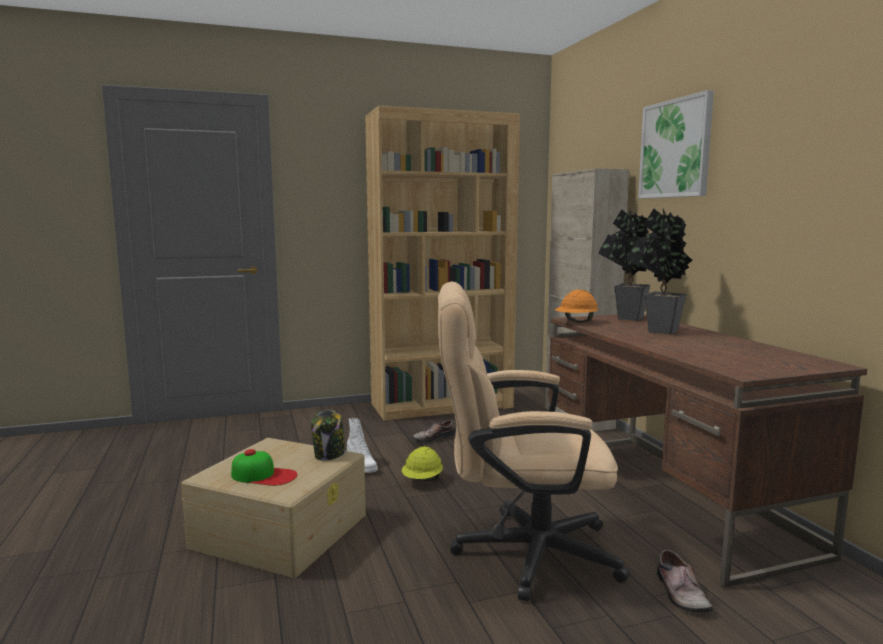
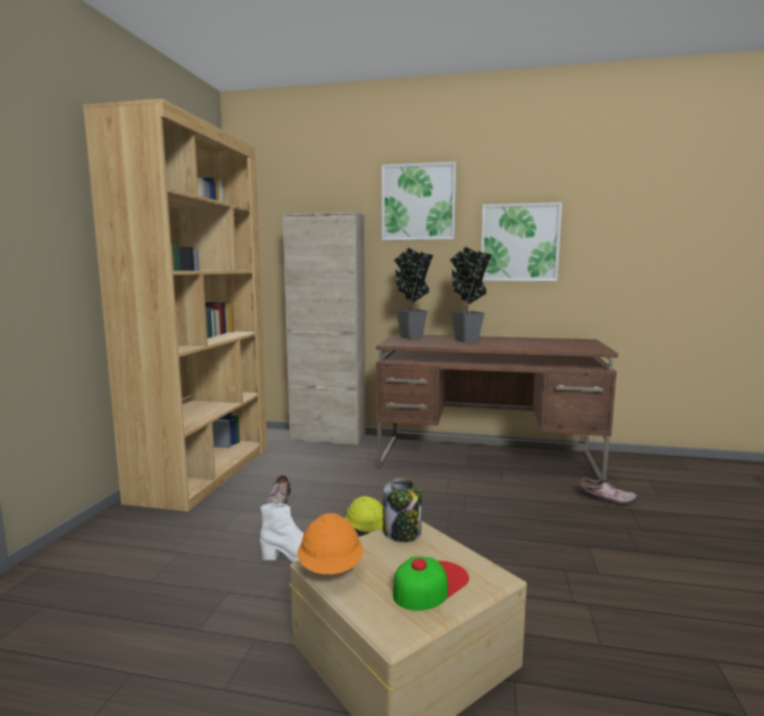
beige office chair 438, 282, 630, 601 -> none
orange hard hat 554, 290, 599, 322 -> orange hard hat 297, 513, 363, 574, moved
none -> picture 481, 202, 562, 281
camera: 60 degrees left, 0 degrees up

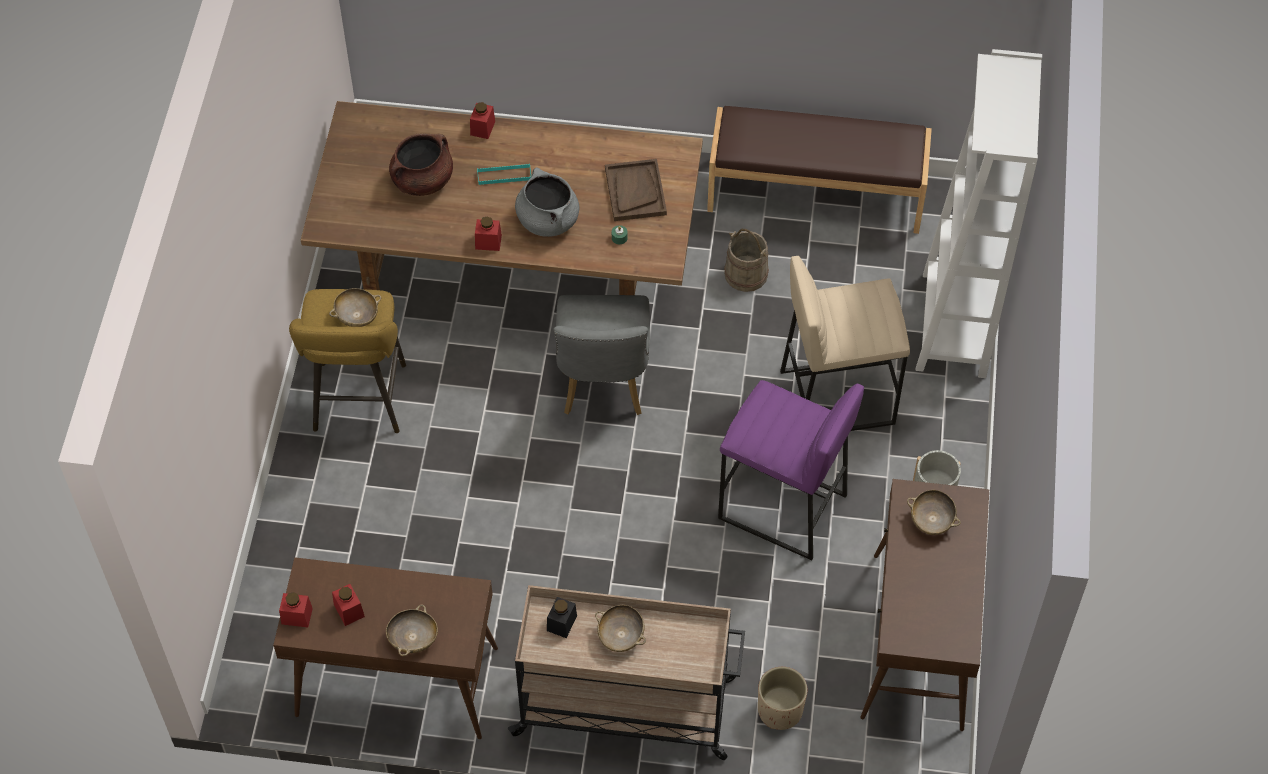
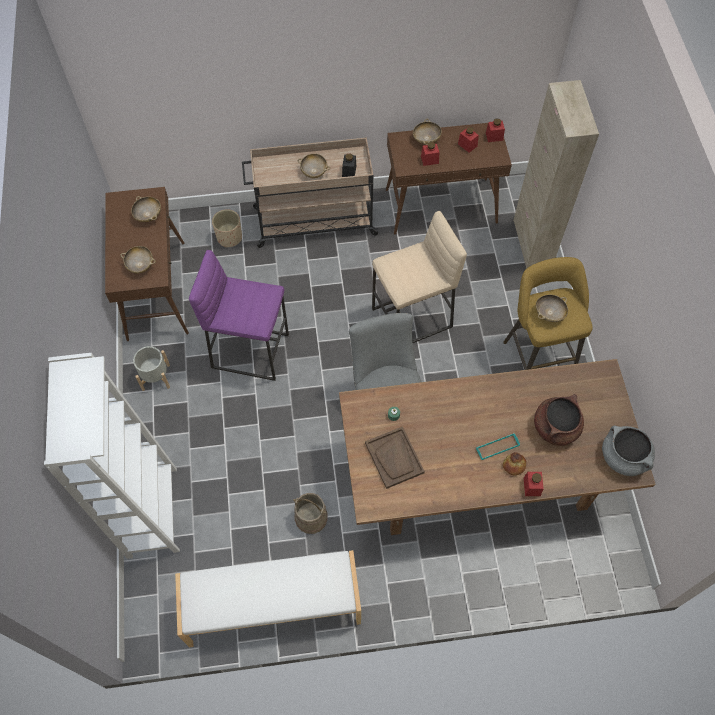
red jar 475, 216, 502, 251 -> red jar 421, 142, 439, 166, moved
grey cooking pot 515, 168, 579, 237 -> grey cooking pot 602, 425, 655, 476, moved
brown bench 707, 106, 932, 234 -> white bench 175, 550, 361, 647
beige stool 780, 256, 910, 431 -> beige stool 372, 211, 467, 343, moved
none -> beige bowl 131, 196, 161, 222
none -> bread 503, 452, 526, 476
none -> beige cabinet 513, 80, 599, 269
camera: 165 degrees right, 5 degrees up

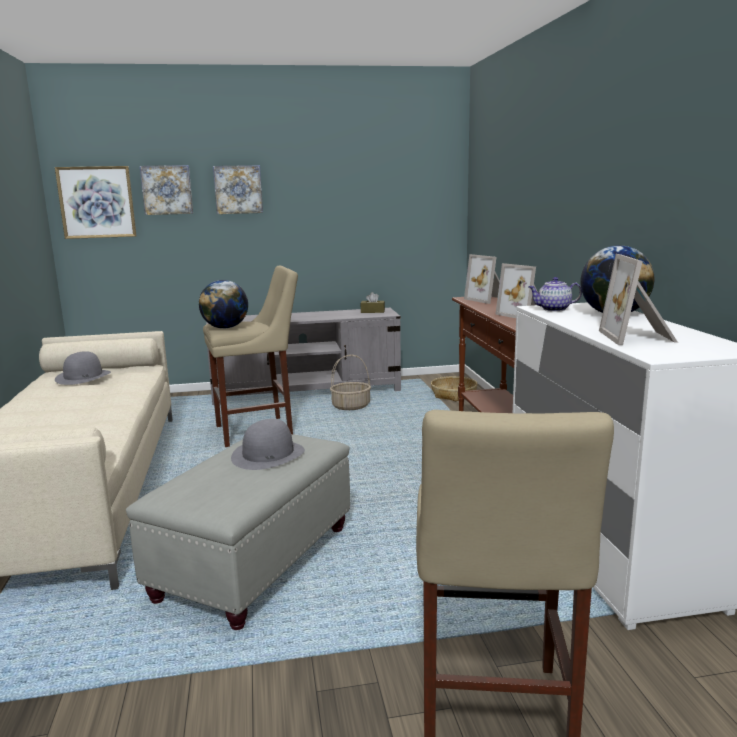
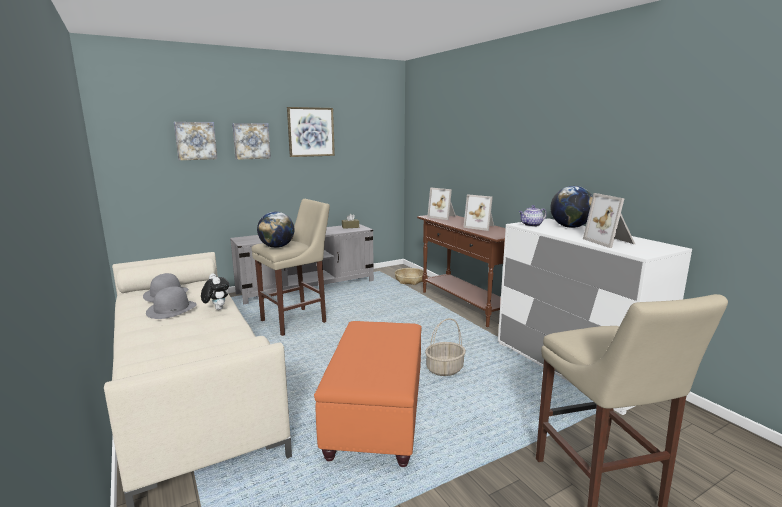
picture 55, 166, 137, 239 -> picture 287, 107, 335, 157, moved
grey ottoman 126, 434, 350, 630 -> orange ottoman 314, 321, 422, 467
grey hat 231, 419, 305, 470 -> grey hat 146, 286, 197, 319, moved
basket 330, 354, 371, 410 -> basket 425, 318, 466, 376, moved
none -> plush toy 201, 273, 229, 310
camera: 20 degrees left, 0 degrees up

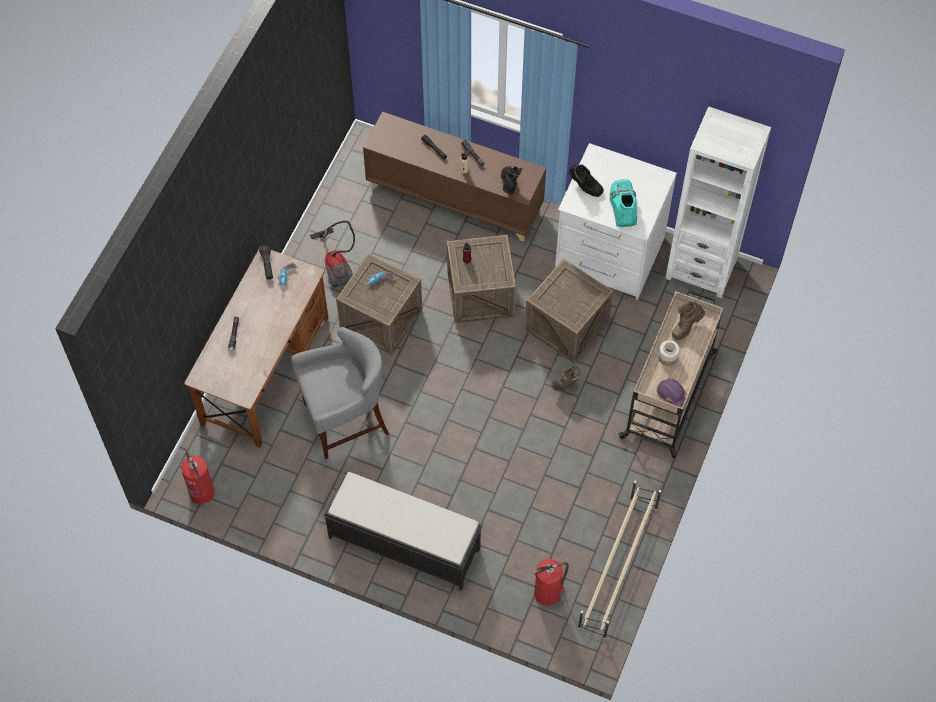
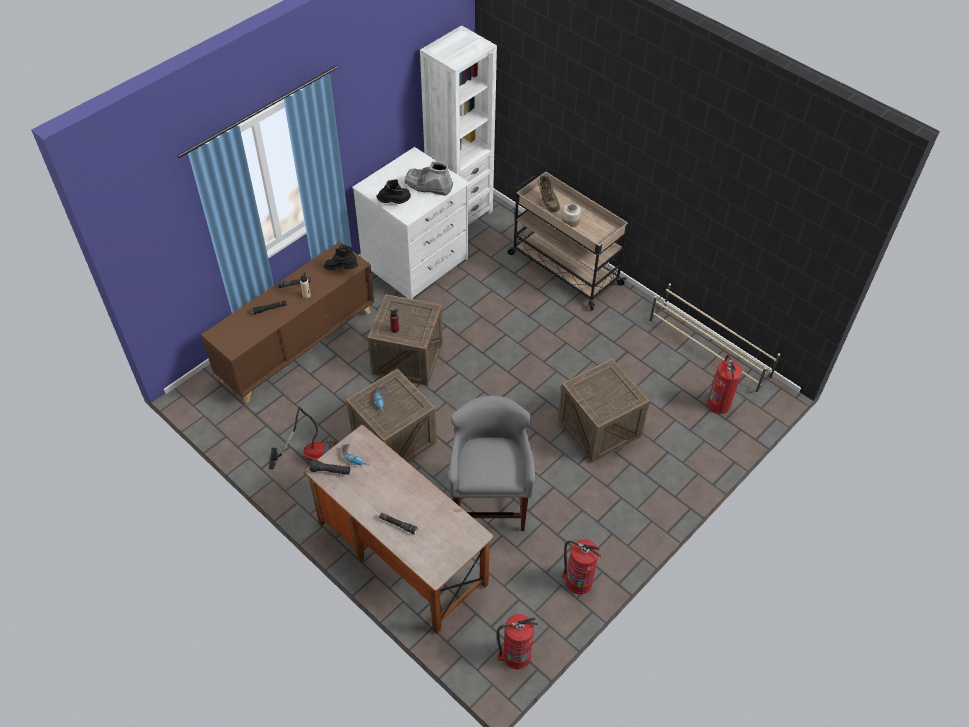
black bench 323, 472, 483, 591 -> none
crate 525, 258, 613, 363 -> crate 558, 359, 650, 463, moved
brown boot 551, 366, 580, 391 -> none
turquoise boot 609, 179, 637, 227 -> grey boot 405, 161, 453, 196
purple hard hat 657, 378, 688, 407 -> none
none -> fire extinguisher 562, 539, 601, 594
camera: 70 degrees left, 10 degrees down

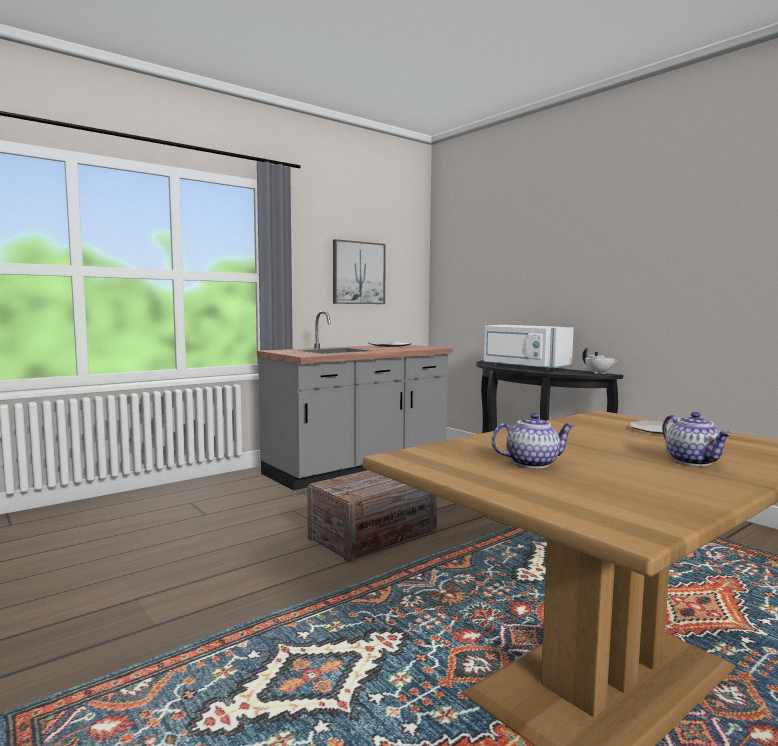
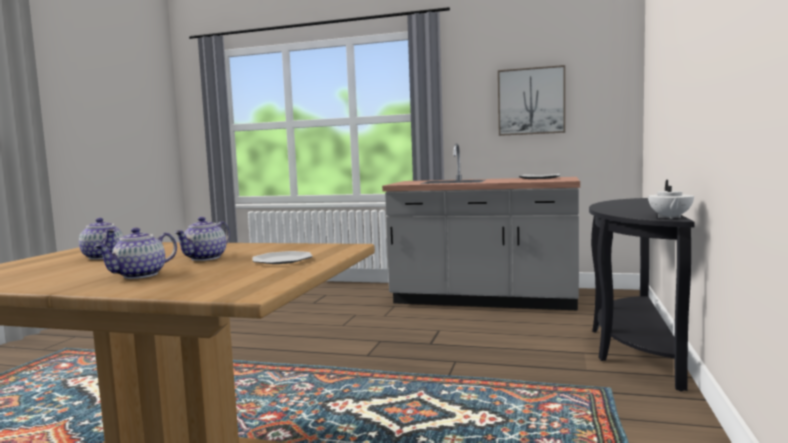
crate 307, 470, 437, 562 -> none
white microwave 484, 325, 574, 371 -> none
none -> teapot 174, 217, 230, 261
camera: 55 degrees right, 0 degrees up

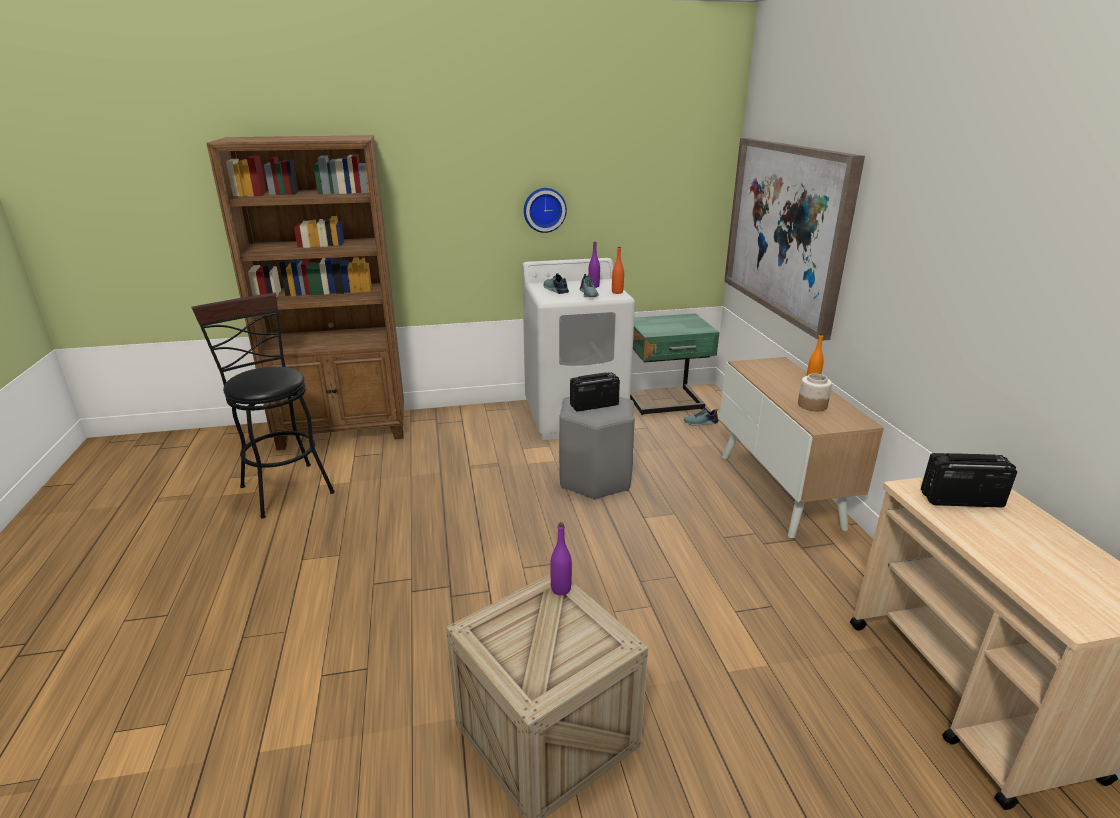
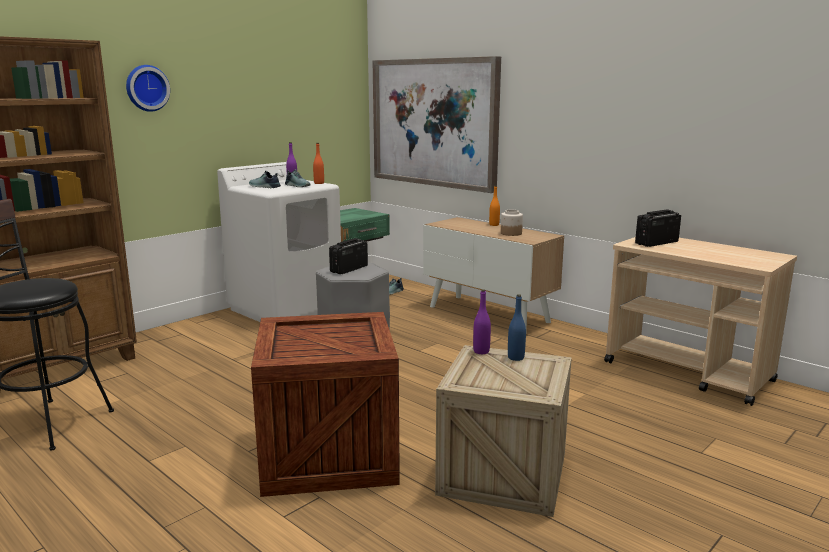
wall clock 524, 188, 567, 233 -> wall clock 126, 65, 170, 112, moved
none -> crate 251, 312, 400, 497
none -> blue bottle 508, 294, 526, 361
camera: 35 degrees left, 10 degrees down

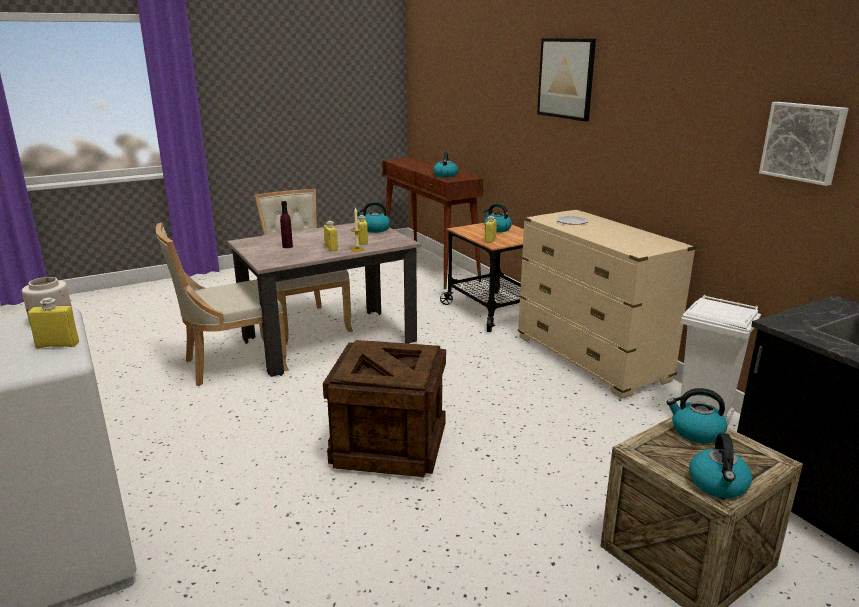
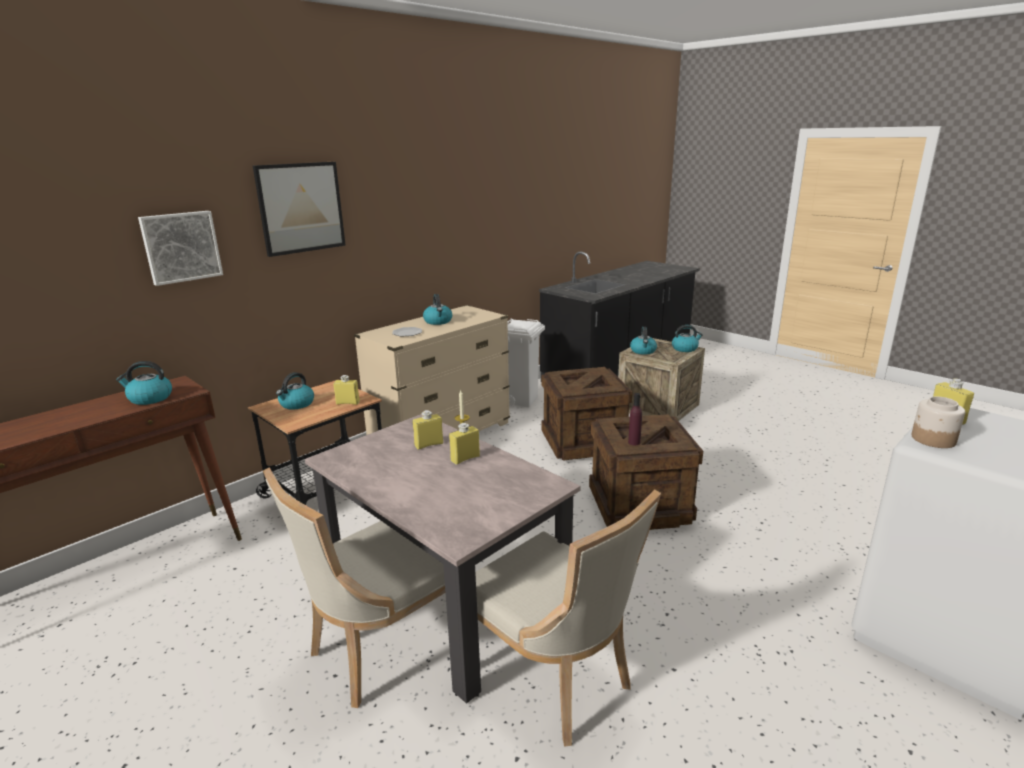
purple bottle 280, 201, 293, 248 -> purple bottle 628, 393, 642, 445, moved
kettle 357, 202, 390, 233 -> kettle 423, 294, 452, 325, moved
picture 759, 102, 849, 186 -> picture 138, 211, 223, 286, moved
none -> crate 541, 367, 633, 461
camera: 105 degrees left, 0 degrees up

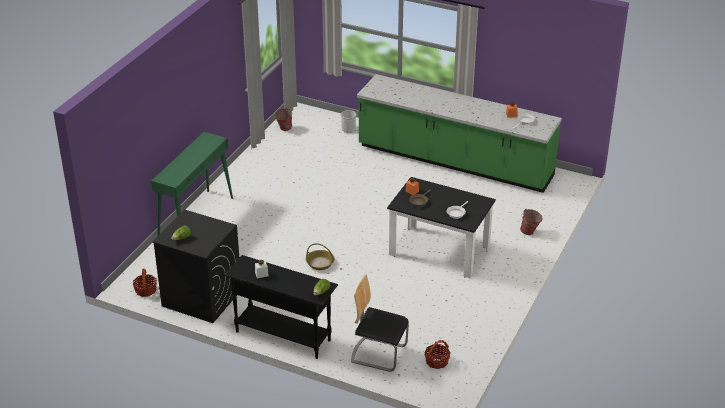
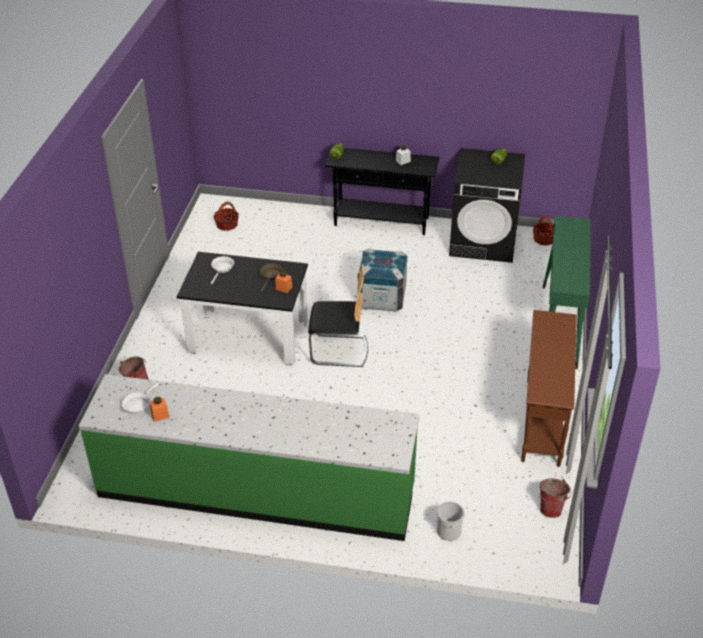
basket 306, 243, 335, 270 -> crate 358, 249, 407, 312
chair 351, 274, 409, 372 -> chair 309, 264, 368, 367, moved
none -> brown console table 521, 310, 577, 467
camera: 165 degrees right, 5 degrees up

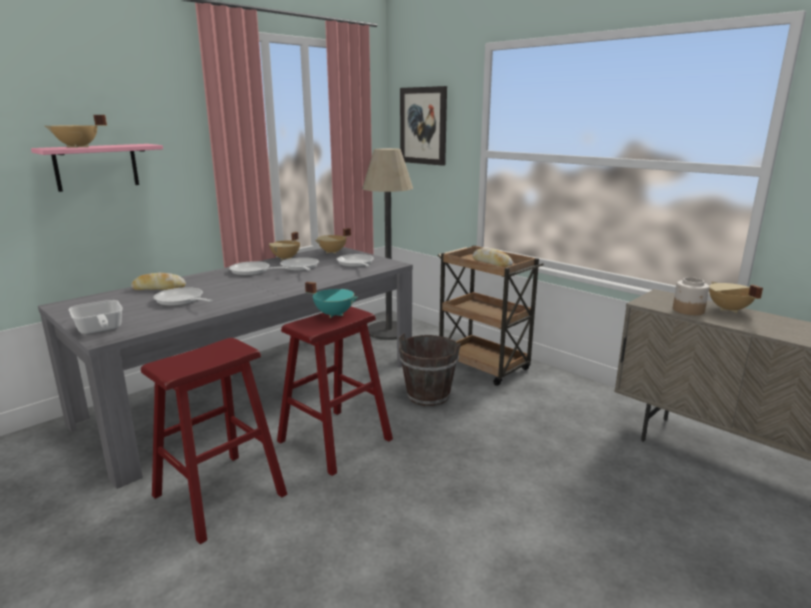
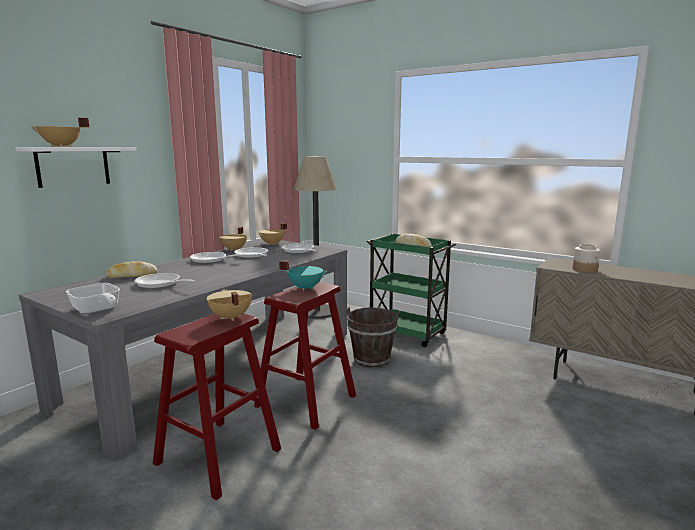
pink shelf 31, 144, 163, 192 -> white shelf 15, 147, 137, 188
picture 400, 86, 447, 166 -> none
brown cart 437, 245, 544, 386 -> green cart 367, 233, 456, 347
beige cooking pot 709, 282, 763, 313 -> beige cooking pot 207, 289, 252, 321, moved
camera: 10 degrees left, 5 degrees down

